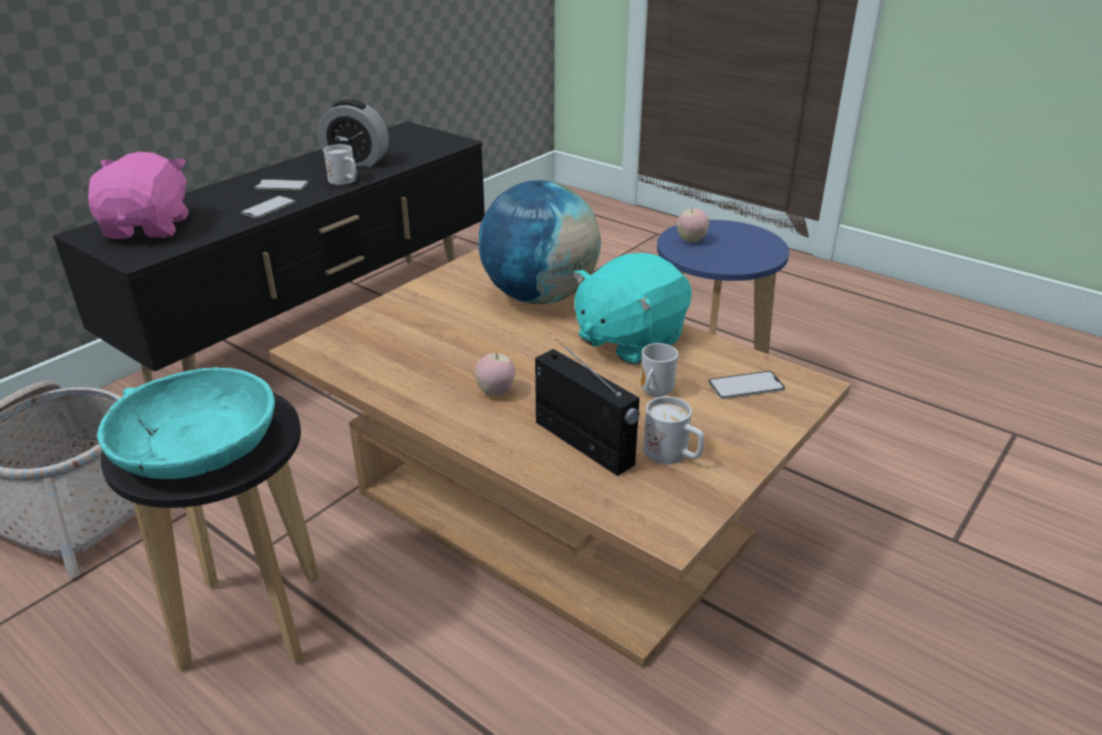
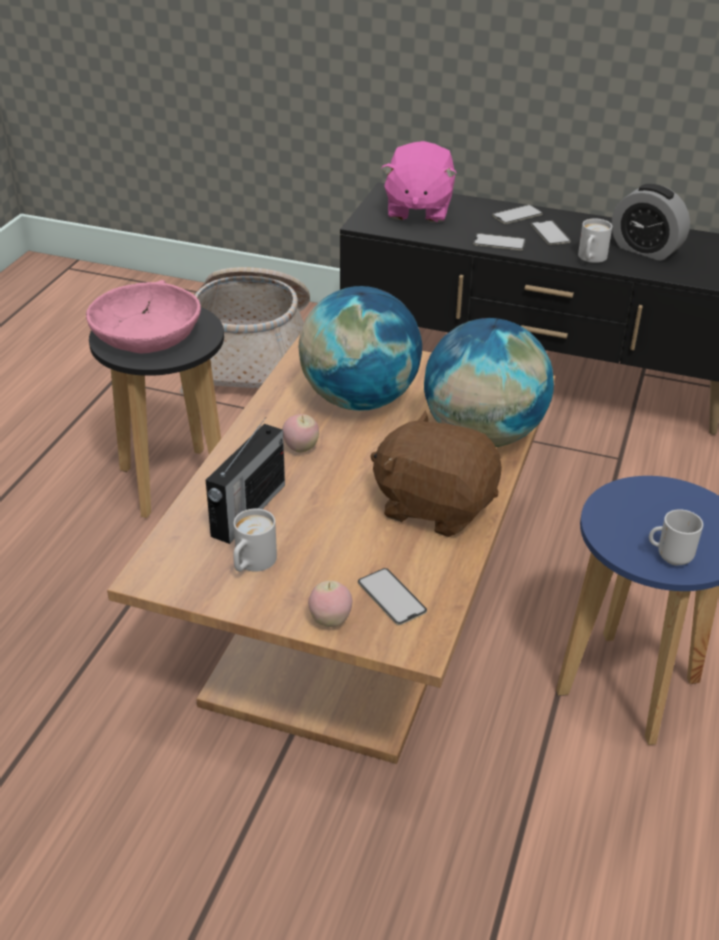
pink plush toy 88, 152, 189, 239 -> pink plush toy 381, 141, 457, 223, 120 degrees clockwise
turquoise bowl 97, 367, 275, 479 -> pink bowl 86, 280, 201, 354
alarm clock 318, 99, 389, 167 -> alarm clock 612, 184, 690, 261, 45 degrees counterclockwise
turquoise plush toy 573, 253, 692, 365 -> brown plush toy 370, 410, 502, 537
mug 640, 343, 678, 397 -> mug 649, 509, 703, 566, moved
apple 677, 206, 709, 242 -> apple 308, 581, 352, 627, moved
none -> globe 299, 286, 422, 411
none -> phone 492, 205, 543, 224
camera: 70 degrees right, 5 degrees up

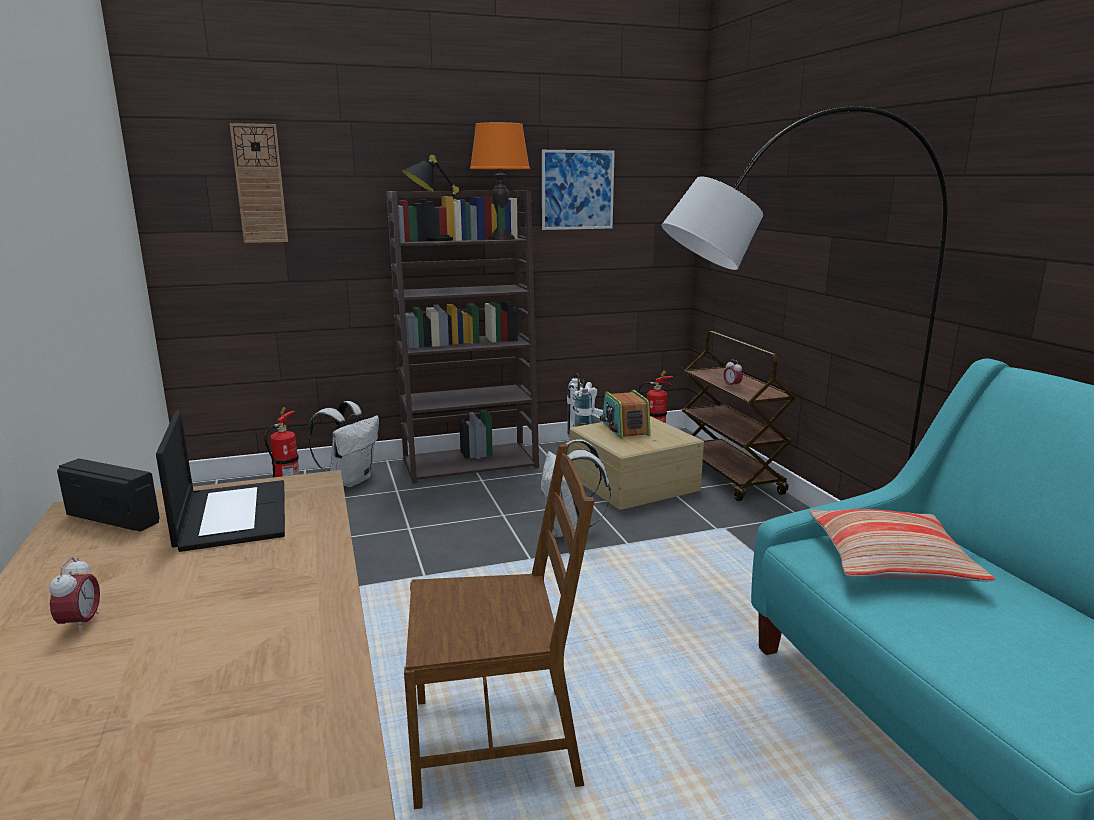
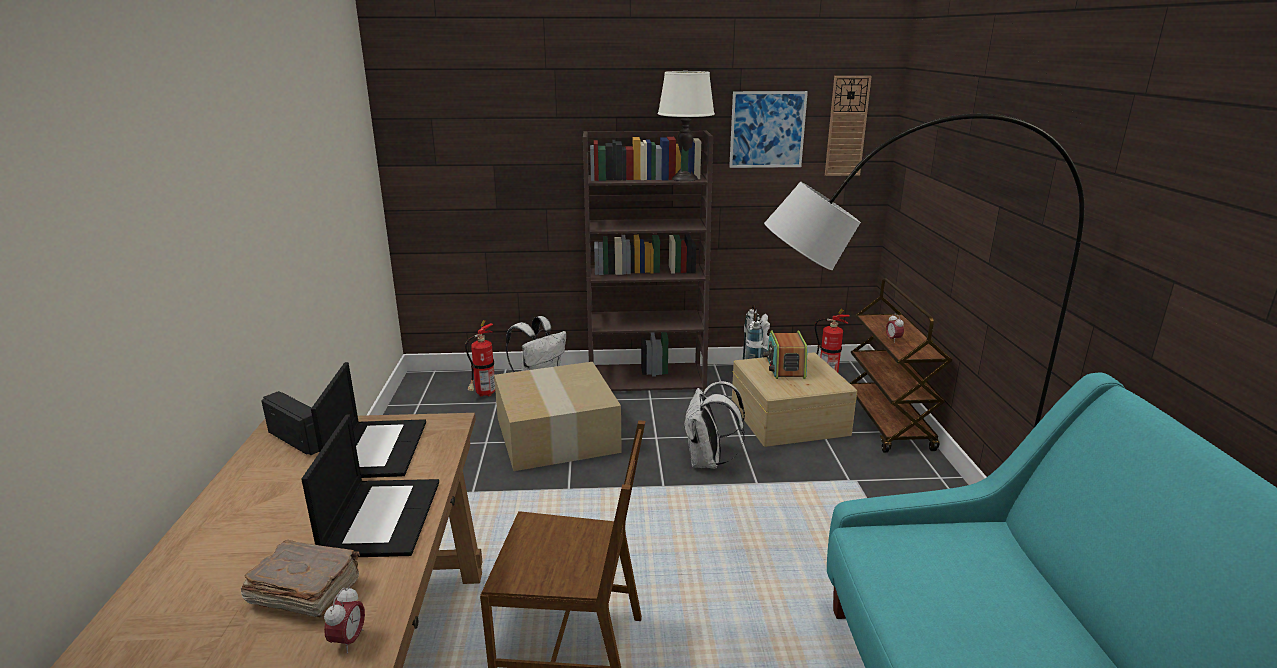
alarm clock 49, 557, 100, 634 -> alarm clock 324, 586, 365, 654, moved
wall clock 230, 123, 288, 243 -> wall clock 825, 76, 871, 176, moved
black table lamp 402, 155, 459, 241 -> none
orange table lamp 470, 122, 530, 240 -> white table lamp 658, 71, 715, 181
pillow 809, 509, 995, 581 -> none
none -> brown book 241, 540, 360, 617
none -> laptop 301, 414, 439, 557
none -> cardboard box 494, 362, 622, 471
camera: 15 degrees right, 5 degrees up

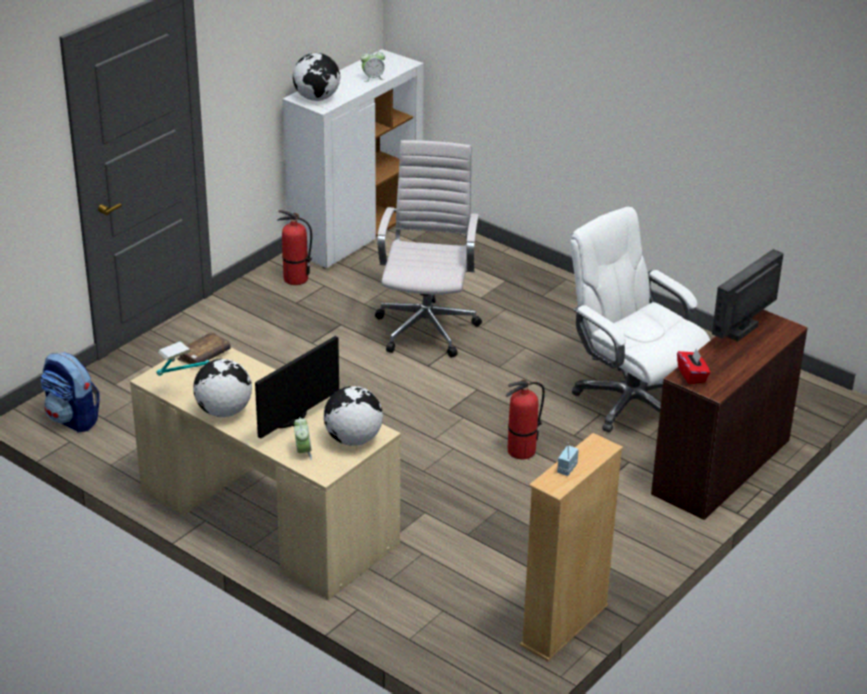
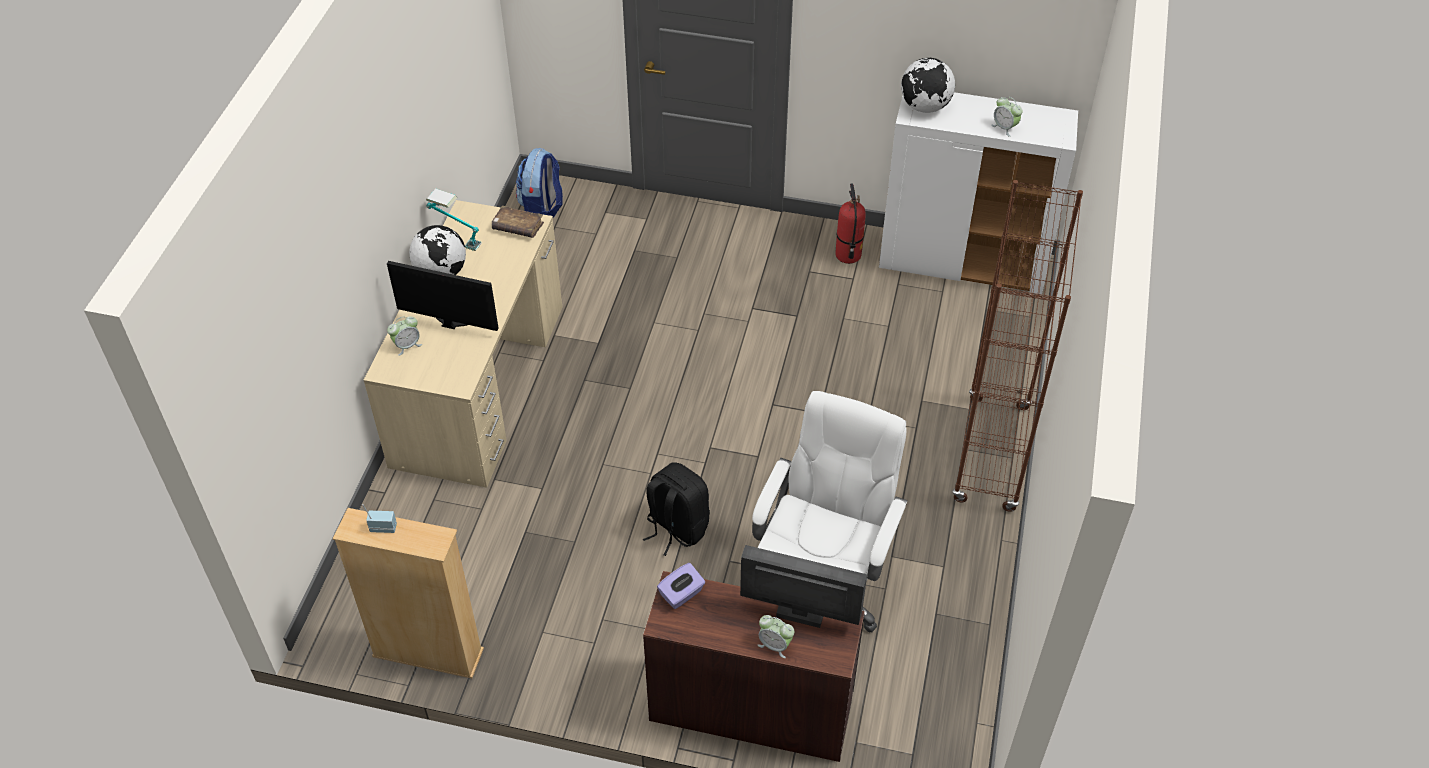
globe 324, 386, 383, 446 -> none
white office chair 375, 140, 482, 358 -> none
fire extinguisher 506, 379, 545, 459 -> black backpack 643, 462, 710, 556
red tissue box 677, 348, 710, 384 -> purple tissue box 657, 563, 705, 609
none -> alarm clock 758, 615, 794, 658
none -> brown bookcase 952, 180, 1083, 512
camera: 65 degrees right, 15 degrees up

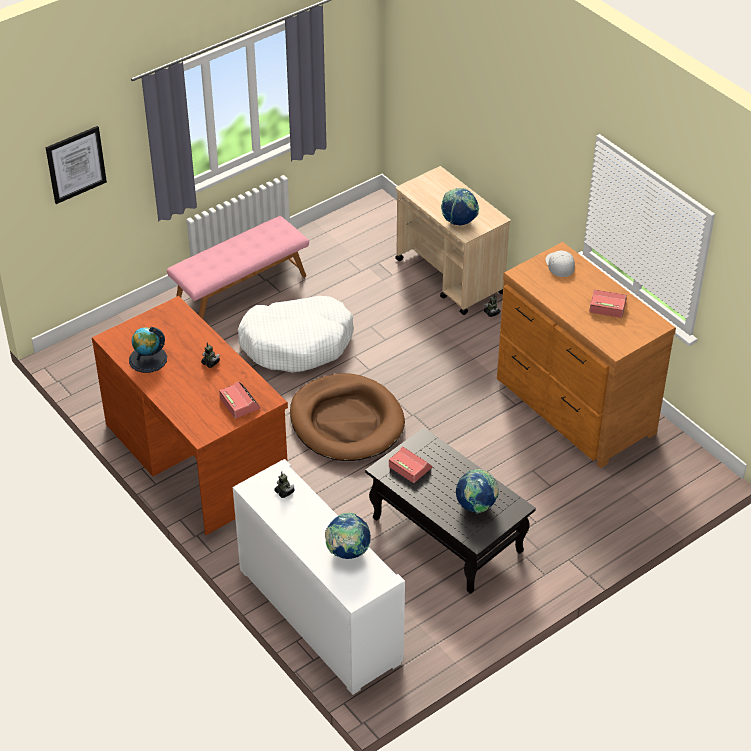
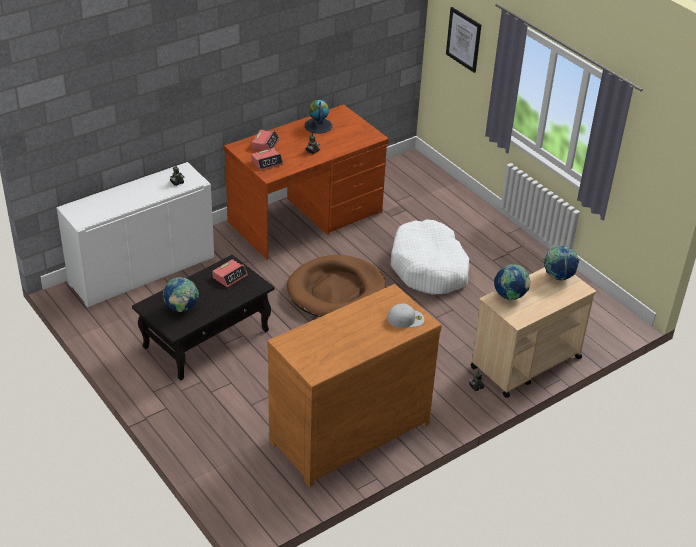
pink bench 167, 216, 309, 319 -> none
globe 325, 512, 371, 559 -> globe 544, 246, 579, 281, moved
alarm clock 589, 289, 627, 318 -> alarm clock 252, 129, 280, 151, moved
camera: 90 degrees right, 5 degrees down

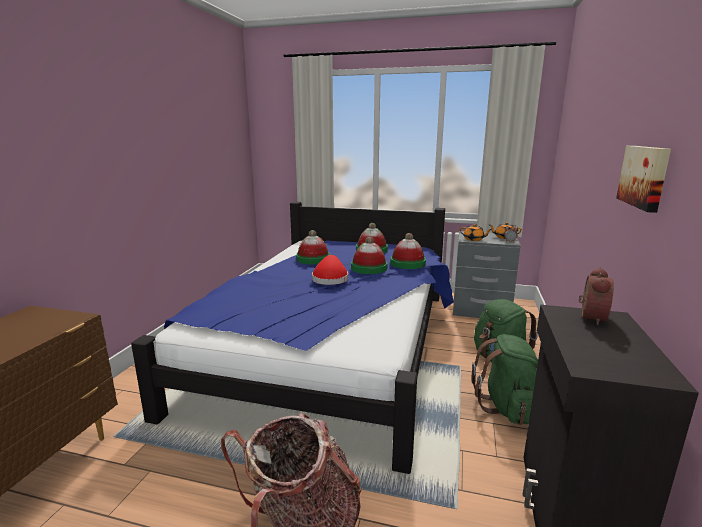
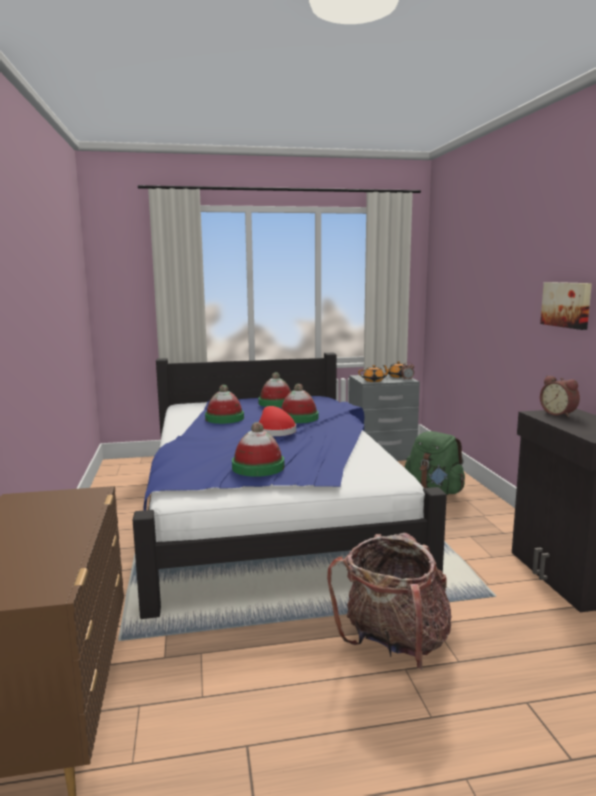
hat 390, 233, 426, 269 -> hat 232, 422, 284, 477, moved
green backpack 471, 334, 538, 425 -> none
alarm clock 578, 267, 614, 325 -> alarm clock 540, 375, 580, 417, 150 degrees clockwise
camera: 25 degrees left, 5 degrees down

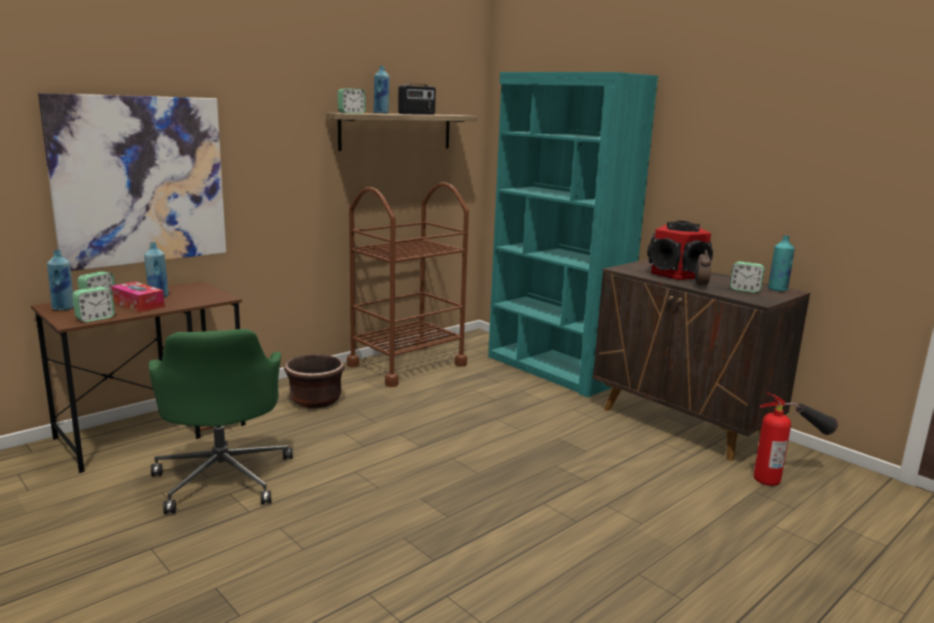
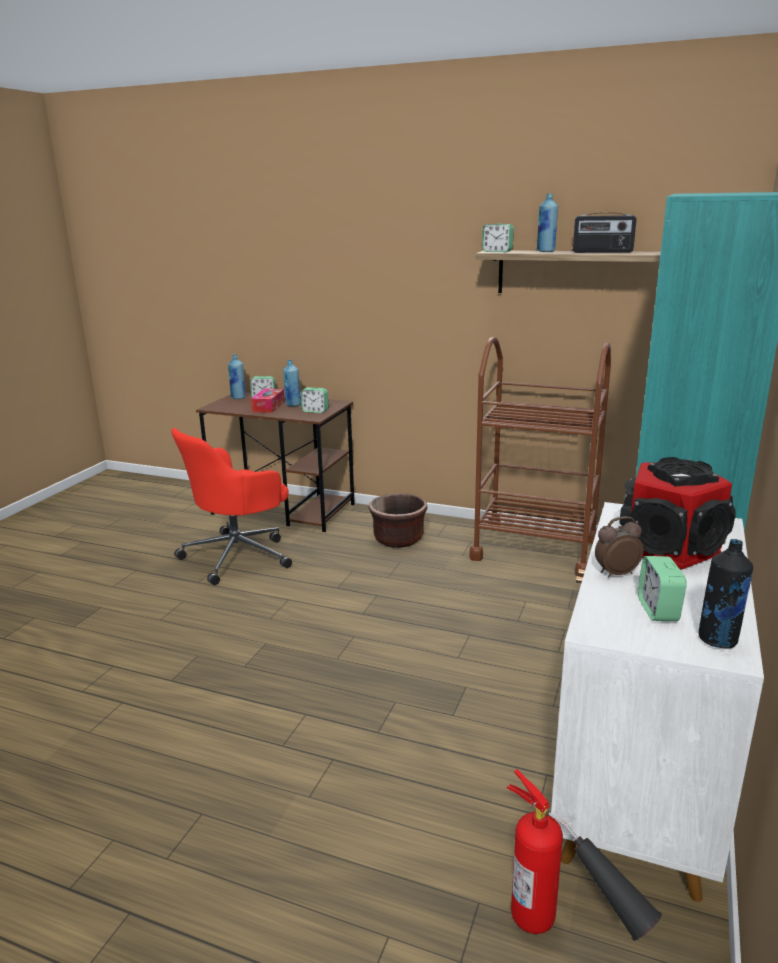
picture 38, 93, 226, 271 -> none
alarm clock 72, 287, 115, 322 -> alarm clock 301, 387, 328, 413, moved
green office chair 149, 329, 293, 514 -> red office chair 171, 428, 292, 585
brown cabinet 593, 259, 810, 461 -> white cabinet 551, 502, 764, 902
turquoise bottle 768, 235, 795, 291 -> black bottle 699, 539, 753, 649
camera: 65 degrees right, 5 degrees up

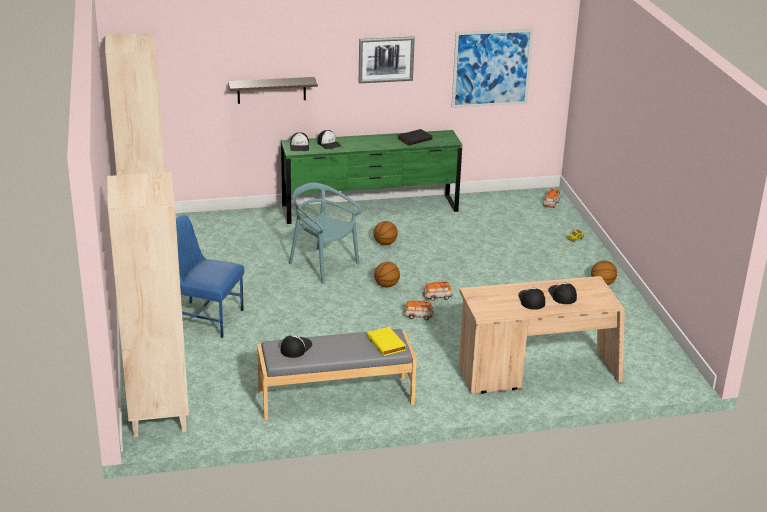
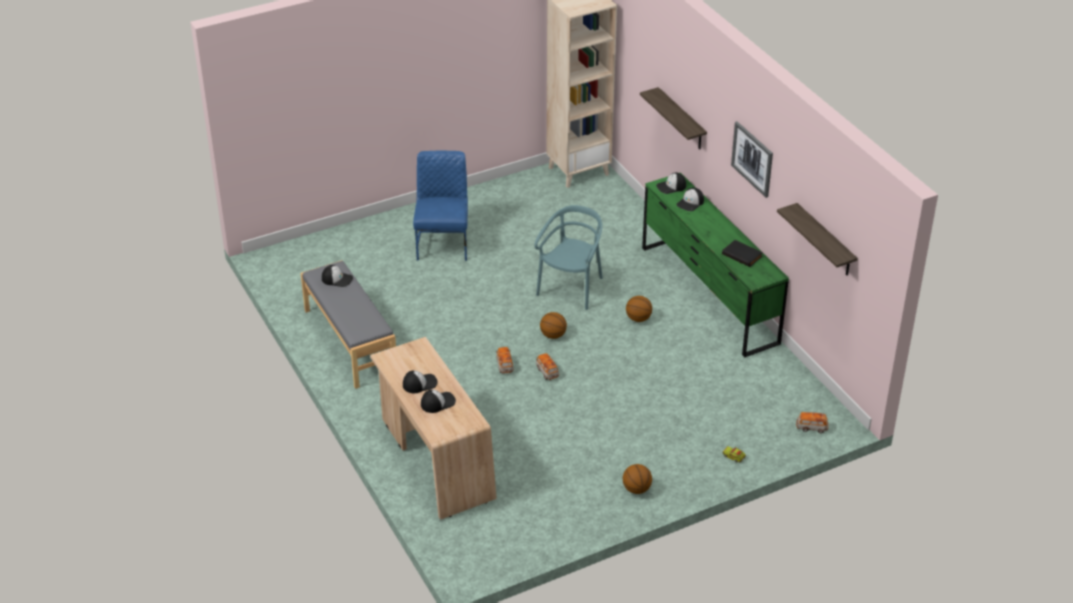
beige bookcase 107, 172, 189, 437 -> none
yellow book 367, 327, 406, 356 -> none
picture 451, 28, 534, 108 -> shelf 777, 203, 858, 275
camera: 75 degrees right, 10 degrees up

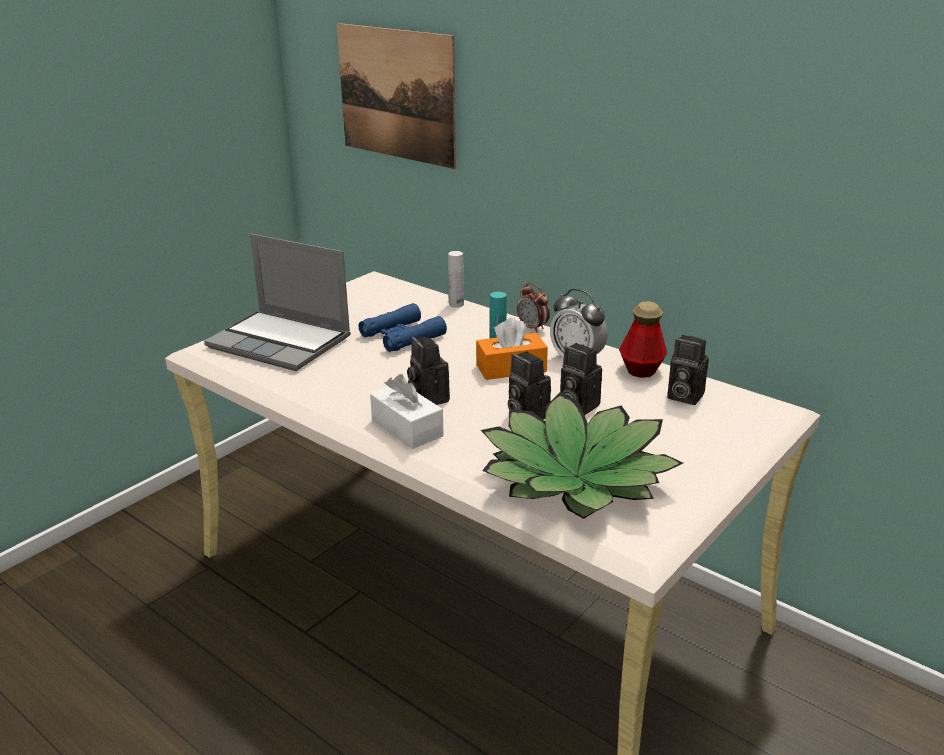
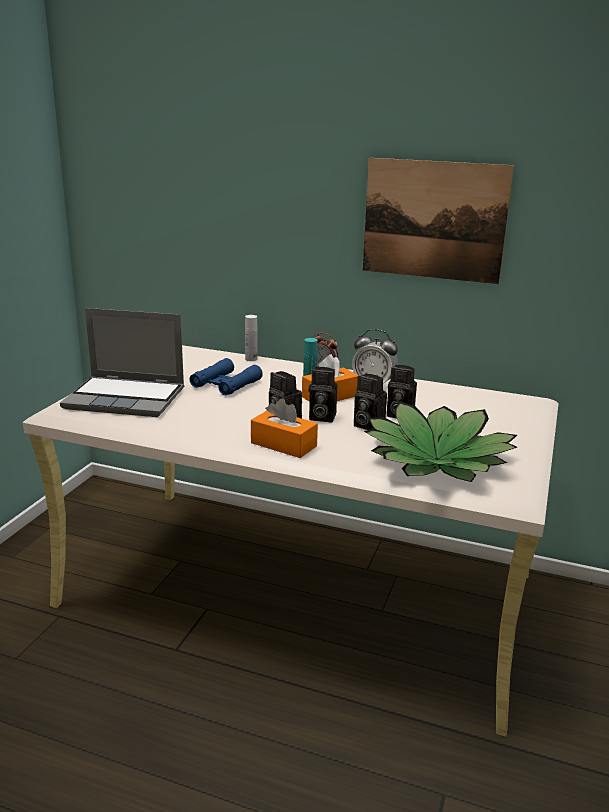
picture 337, 23, 456, 169 -> picture 363, 158, 514, 284, moved
white tissue box 370, 374, 444, 449 -> orange tissue box 251, 398, 318, 458
bottle 619, 301, 667, 378 -> none
photo camera 667, 335, 709, 405 -> photo camera 308, 367, 337, 423, moved
camera: 20 degrees left, 5 degrees down

